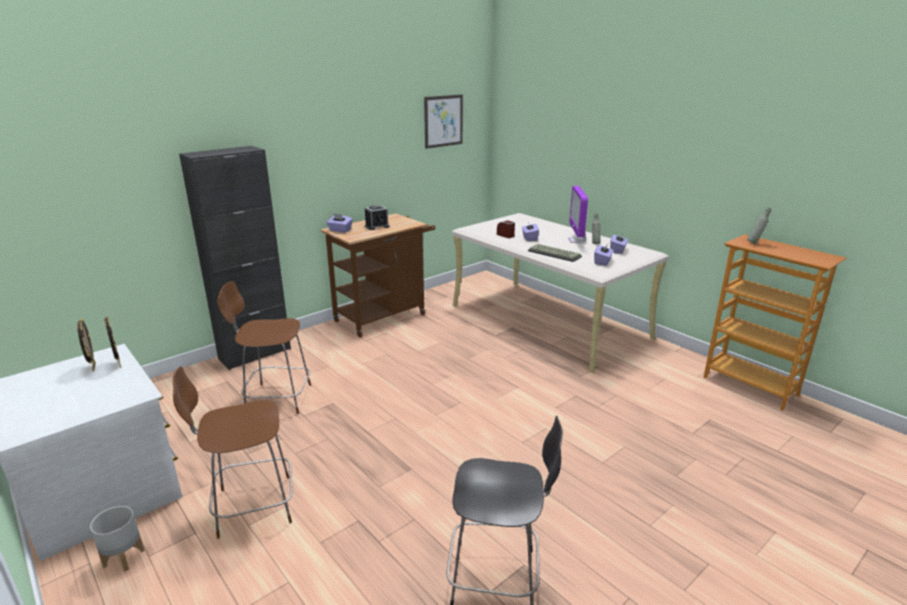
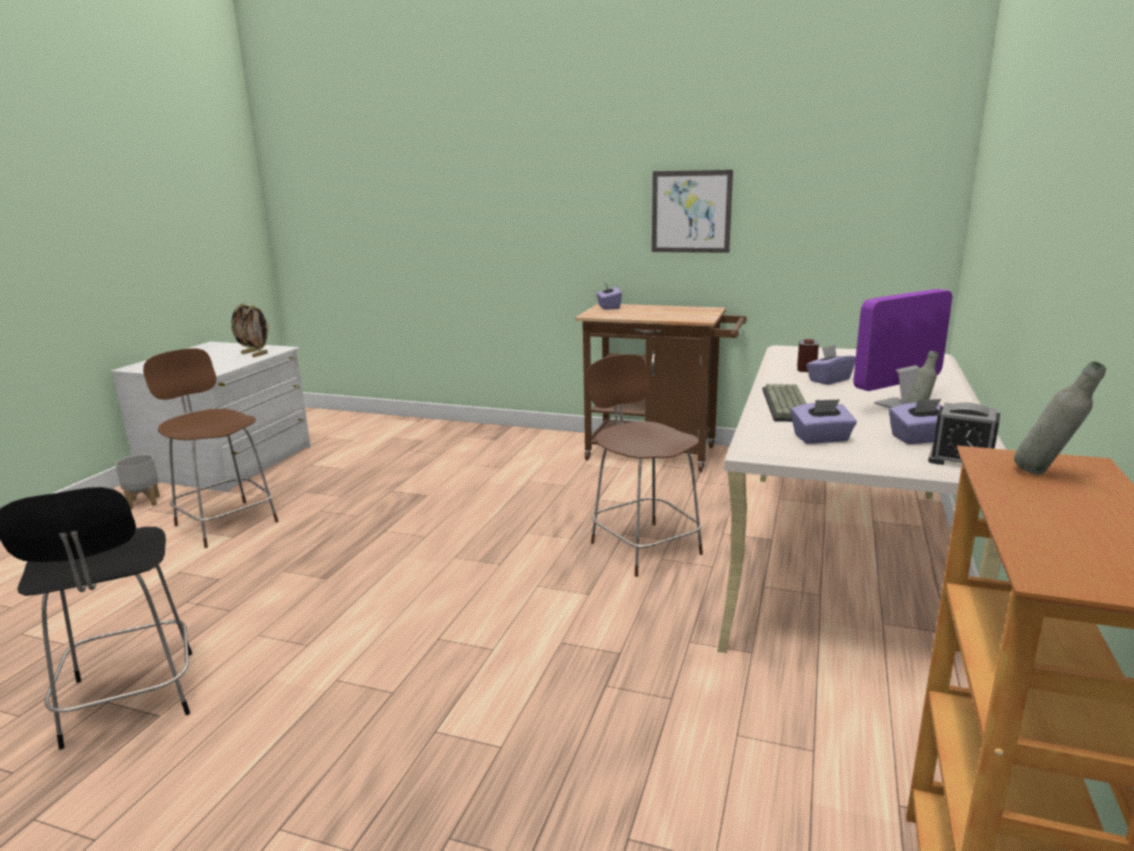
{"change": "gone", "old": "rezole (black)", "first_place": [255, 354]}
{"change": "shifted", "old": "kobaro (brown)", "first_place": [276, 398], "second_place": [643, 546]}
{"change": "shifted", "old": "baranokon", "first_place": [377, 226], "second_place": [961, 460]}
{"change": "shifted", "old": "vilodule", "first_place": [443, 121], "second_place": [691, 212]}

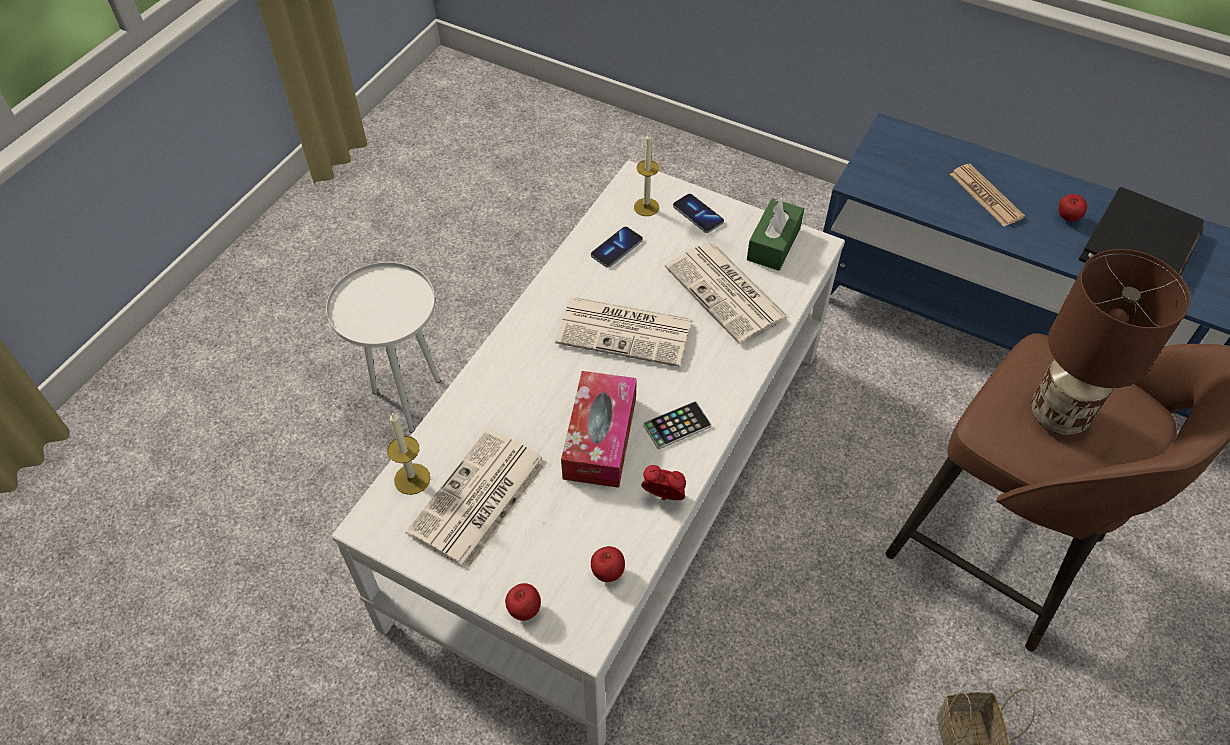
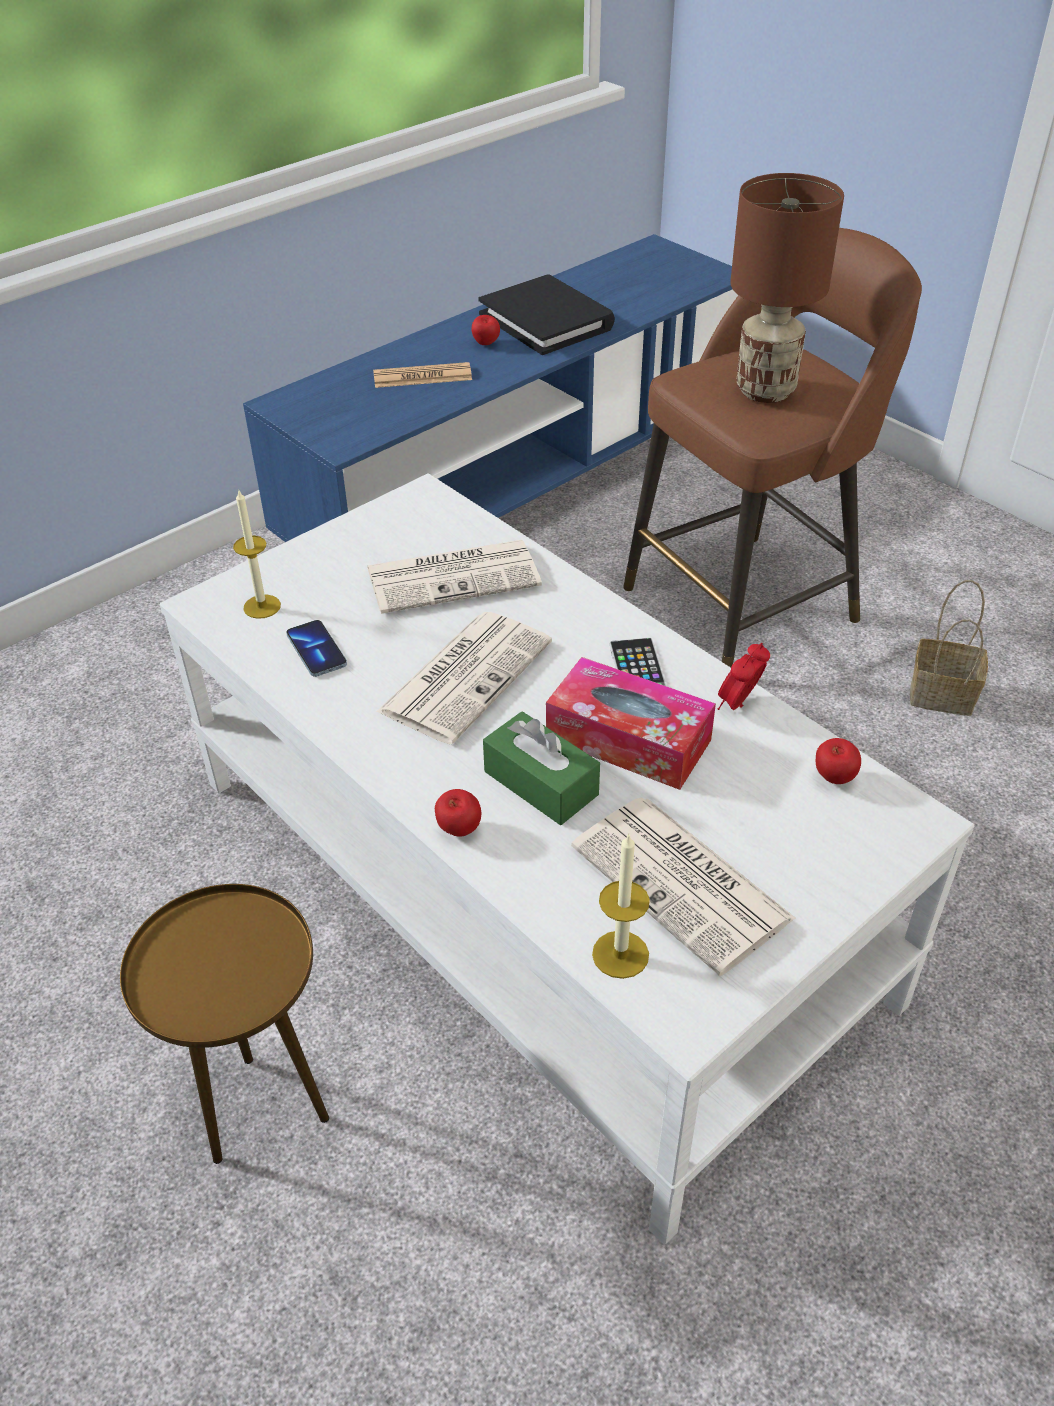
{"change": "repainted", "old": "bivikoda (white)", "new": "bivikoda (brown)", "first_place": [407, 400], "second_place": [263, 1111]}
{"change": "shifted", "old": "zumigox", "first_place": [524, 610], "second_place": [458, 830]}
{"change": "gone", "old": "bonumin", "first_place": [698, 214]}
{"change": "shifted", "old": "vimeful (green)", "first_place": [773, 244], "second_place": [541, 783]}

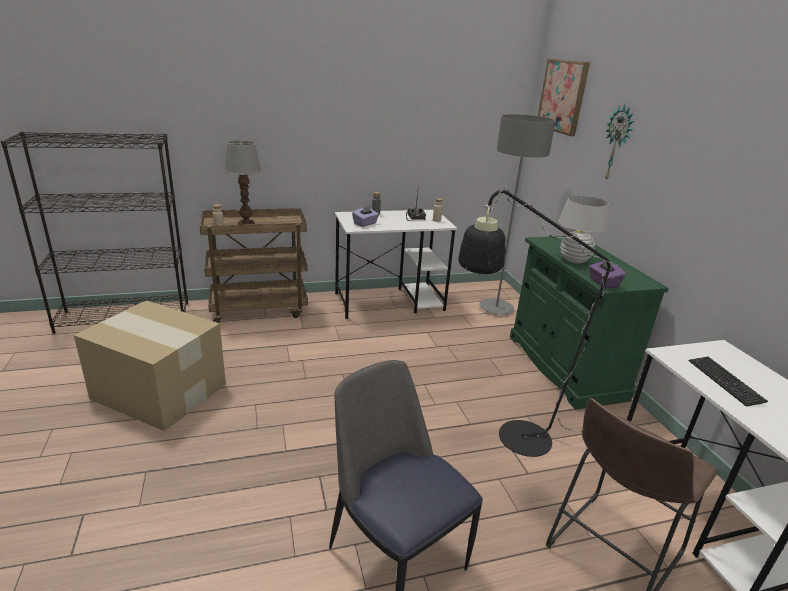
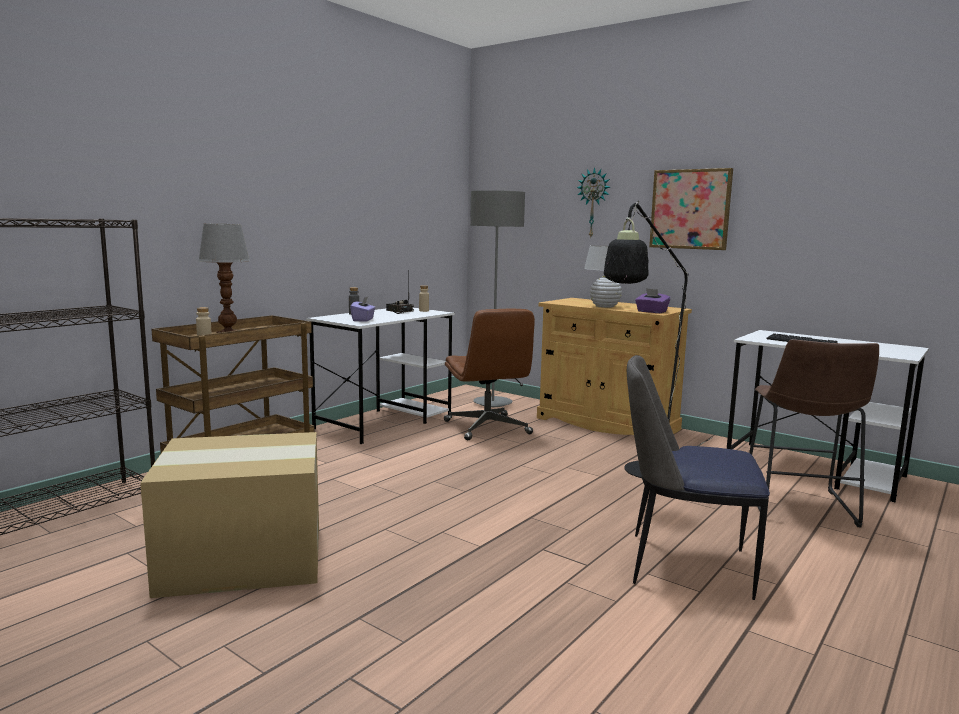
{"change": "repainted", "old": "rezole (green)", "new": "rezole (beige)", "first_place": [564, 366], "second_place": [607, 424]}
{"change": "shifted", "old": "vilodule", "first_place": [563, 96], "second_place": [690, 209]}
{"change": "new", "new": "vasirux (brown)", "second_place": [487, 428]}

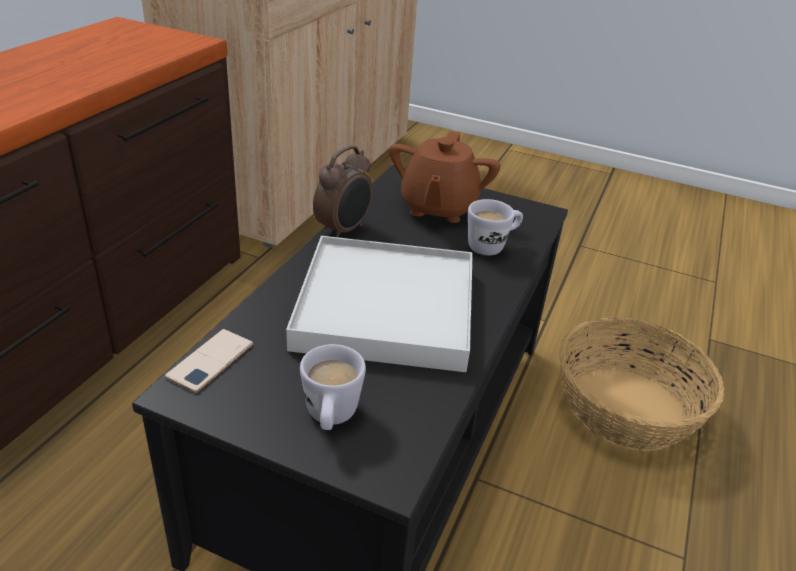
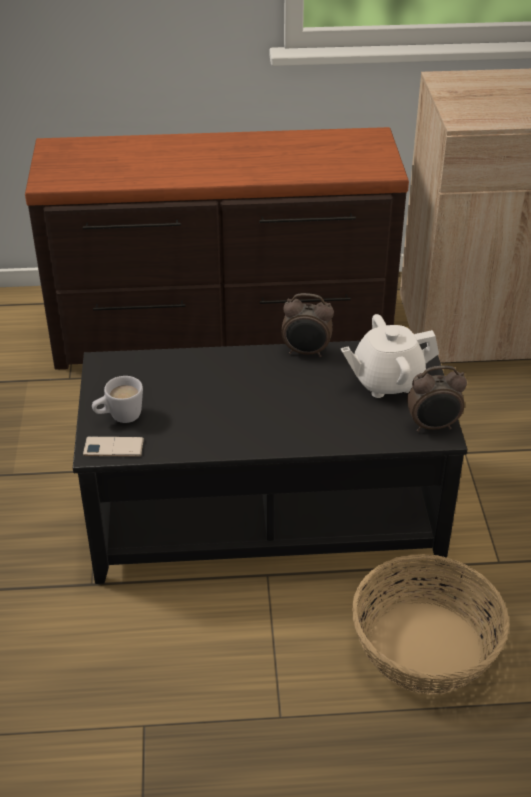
{"change": "shifted", "old": "bonumin", "first_place": [210, 360], "second_place": [113, 447]}
{"change": "gone", "old": "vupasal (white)", "first_place": [385, 308]}
{"change": "repainted", "old": "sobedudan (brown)", "new": "sobedudan (white)", "first_place": [438, 208], "second_place": [386, 381]}
{"change": "gone", "old": "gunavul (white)", "first_place": [492, 246]}
{"change": "new", "new": "baranokon", "second_place": [433, 426]}

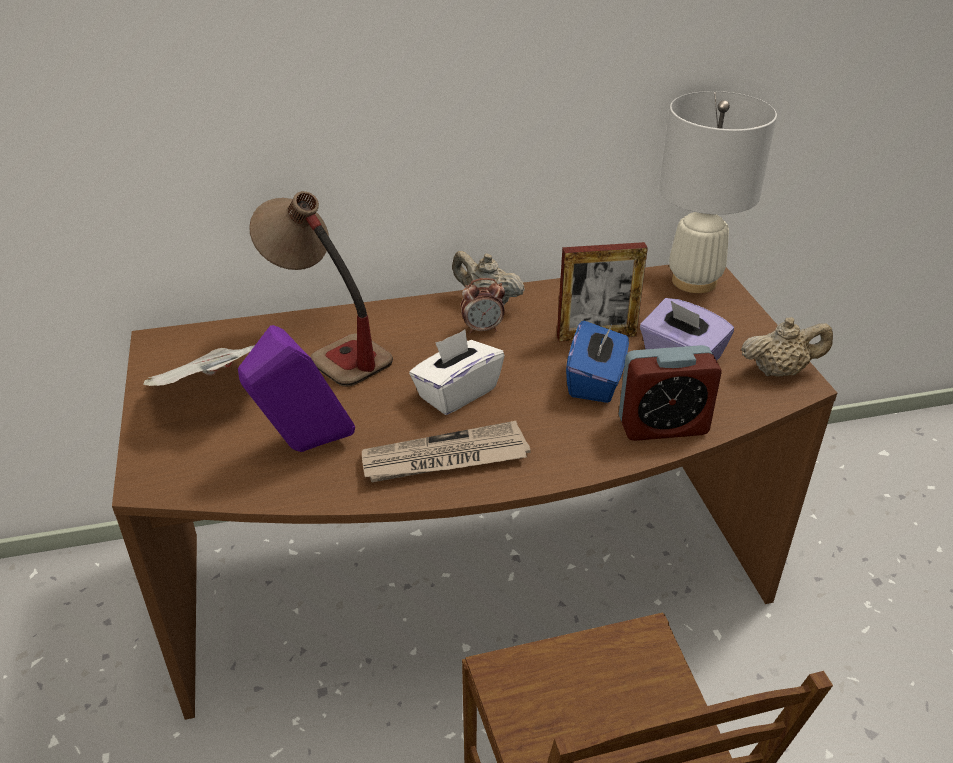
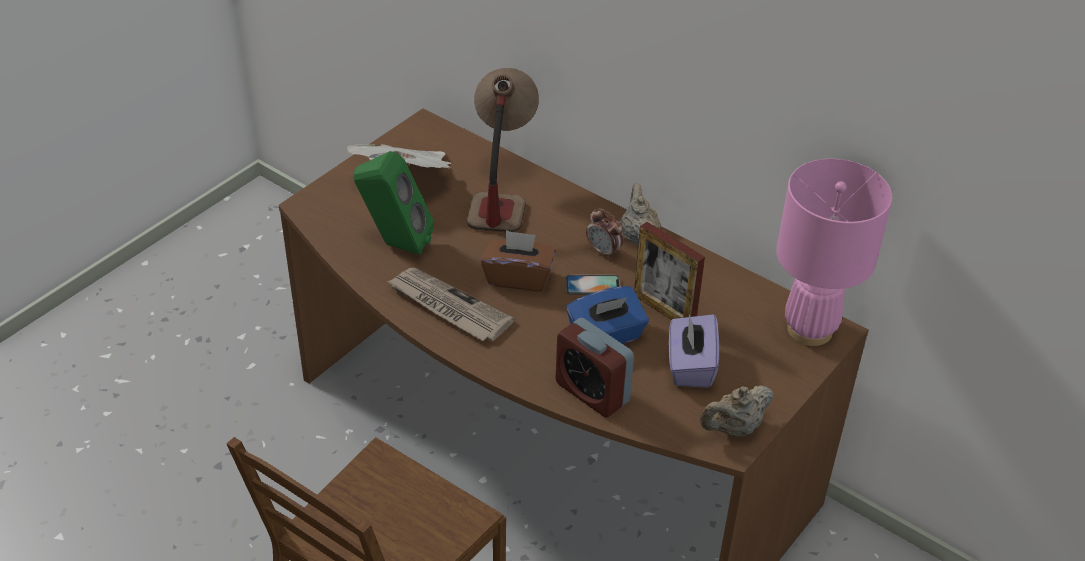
{"change": "repainted", "old": "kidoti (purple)", "new": "kidoti (green)", "first_place": [303, 448], "second_place": [395, 244]}
{"change": "repainted", "old": "vimeful (white)", "new": "vimeful (brown)", "first_place": [456, 393], "second_place": [518, 278]}
{"change": "repainted", "old": "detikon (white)", "new": "detikon (pink)", "first_place": [693, 281], "second_place": [809, 329]}
{"change": "rotated", "old": "sobedudan (beige)", "first_place": [779, 371], "second_place": [734, 428], "degrees": 105}
{"change": "new", "new": "bonumin", "second_place": [592, 285]}

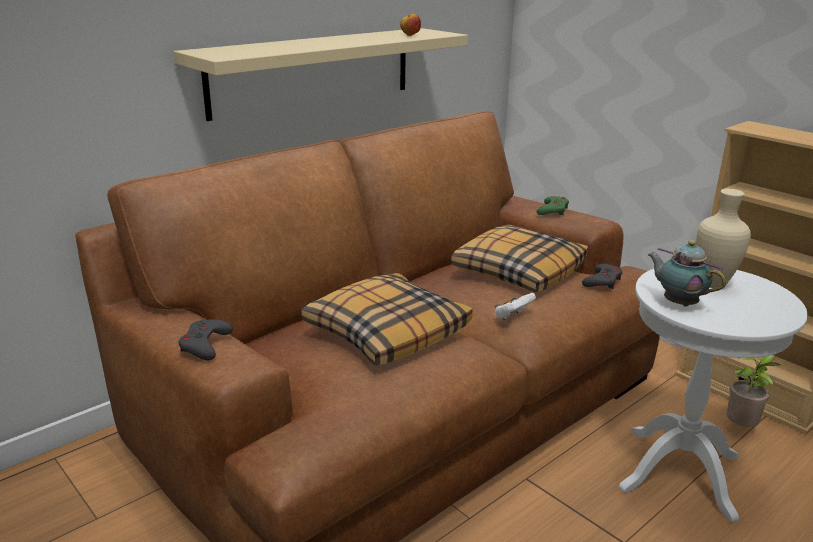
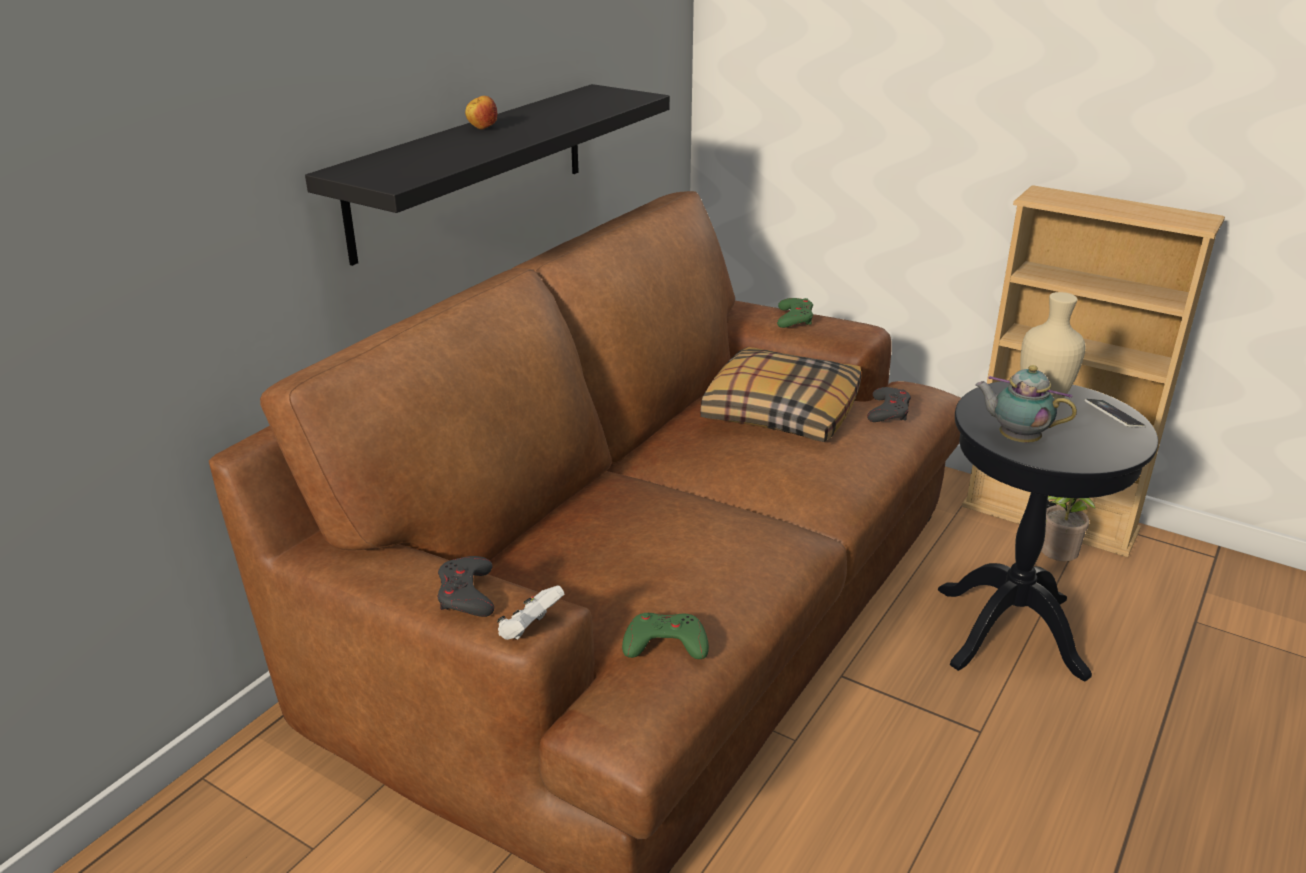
{"change": "repainted", "old": "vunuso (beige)", "new": "vunuso (black)", "first_place": [313, 71], "second_place": [472, 168]}
{"change": "gone", "old": "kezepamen", "first_place": [386, 332]}
{"change": "shifted", "old": "zumigox", "first_place": [410, 35], "second_place": [482, 129]}
{"change": "shifted", "old": "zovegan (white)", "first_place": [512, 316], "second_place": [530, 630]}
{"change": "repainted", "old": "bivikoda (white)", "new": "bivikoda (black)", "first_place": [680, 472], "second_place": [1010, 631]}
{"change": "new", "new": "zovegan (green)", "second_place": [665, 643]}
{"change": "new", "new": "bonumin", "second_place": [1113, 417]}

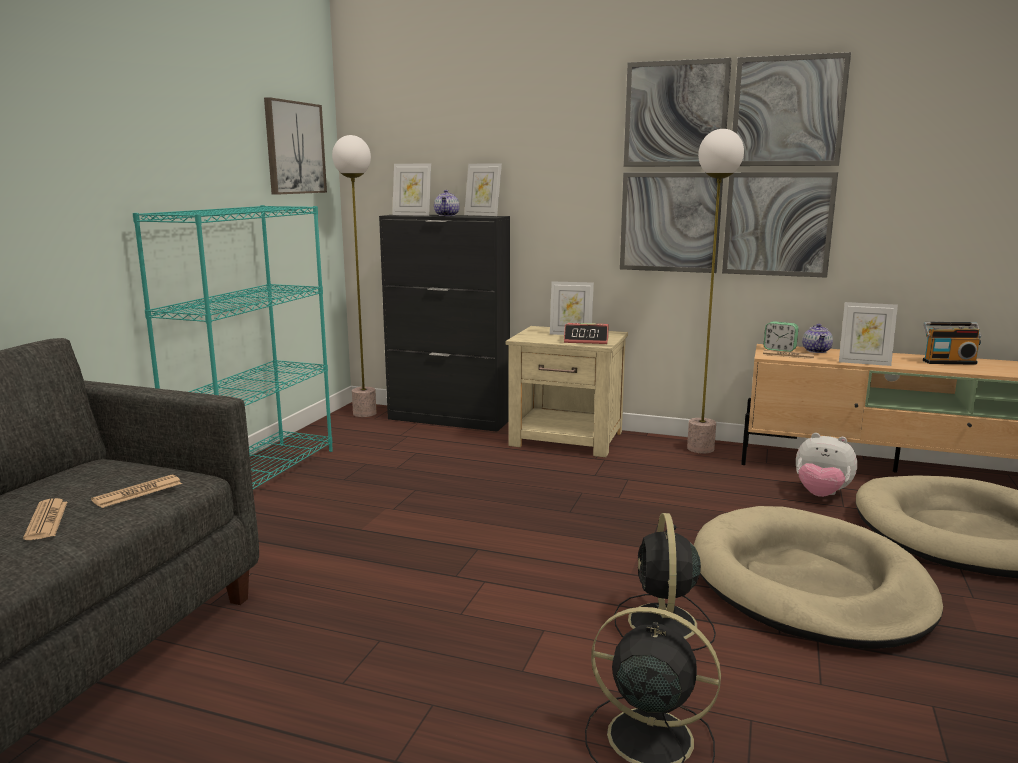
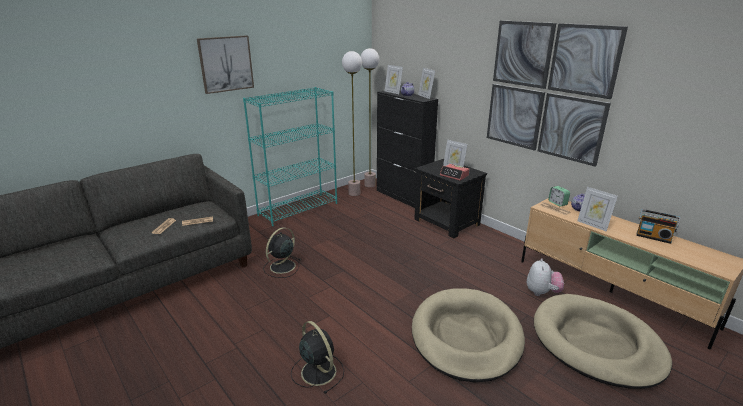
{"change": "shifted", "old": "vilodule", "first_place": [294, 148], "second_place": [226, 64]}
{"change": "repainted", "old": "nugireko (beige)", "new": "nugireko (black)", "first_place": [567, 439], "second_place": [447, 222]}
{"change": "shifted", "old": "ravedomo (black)", "first_place": [662, 624], "second_place": [281, 267]}
{"change": "shifted", "old": "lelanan", "first_place": [701, 448], "second_place": [354, 193]}
{"change": "rotated", "old": "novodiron", "first_place": [821, 495], "second_place": [542, 292], "degrees": -135}

